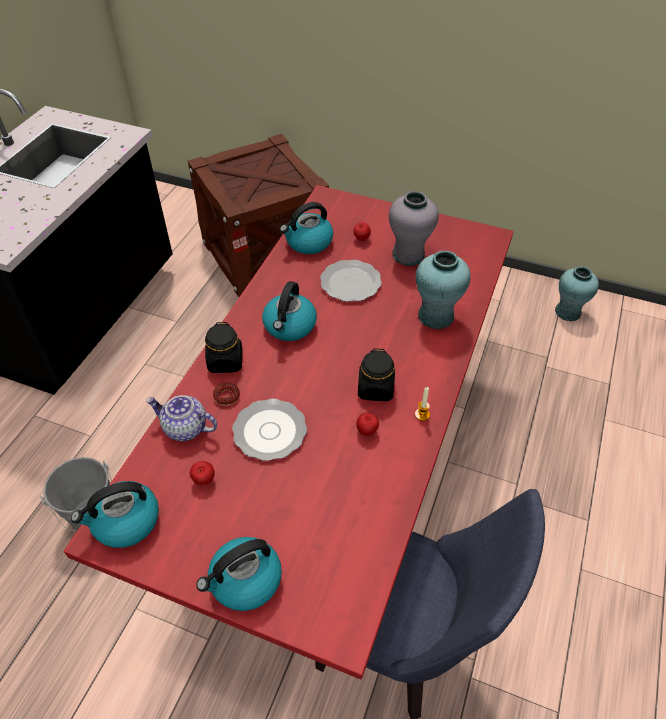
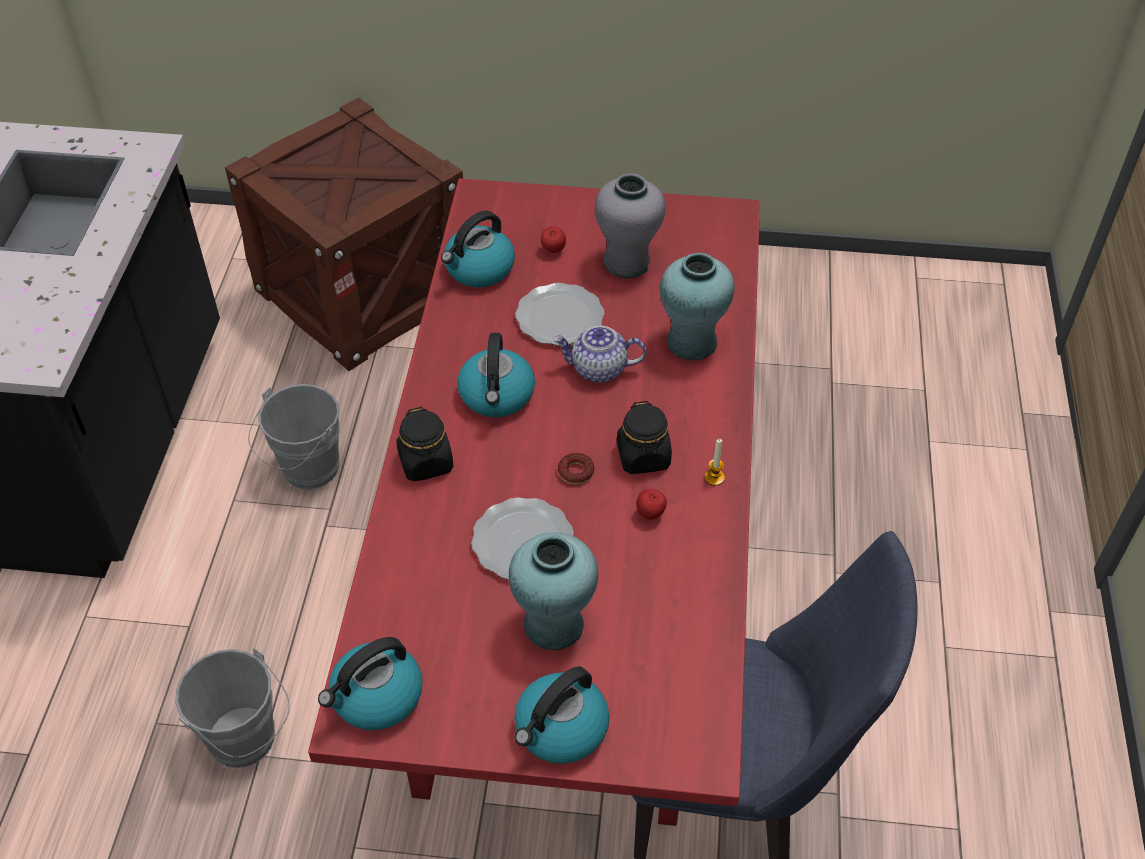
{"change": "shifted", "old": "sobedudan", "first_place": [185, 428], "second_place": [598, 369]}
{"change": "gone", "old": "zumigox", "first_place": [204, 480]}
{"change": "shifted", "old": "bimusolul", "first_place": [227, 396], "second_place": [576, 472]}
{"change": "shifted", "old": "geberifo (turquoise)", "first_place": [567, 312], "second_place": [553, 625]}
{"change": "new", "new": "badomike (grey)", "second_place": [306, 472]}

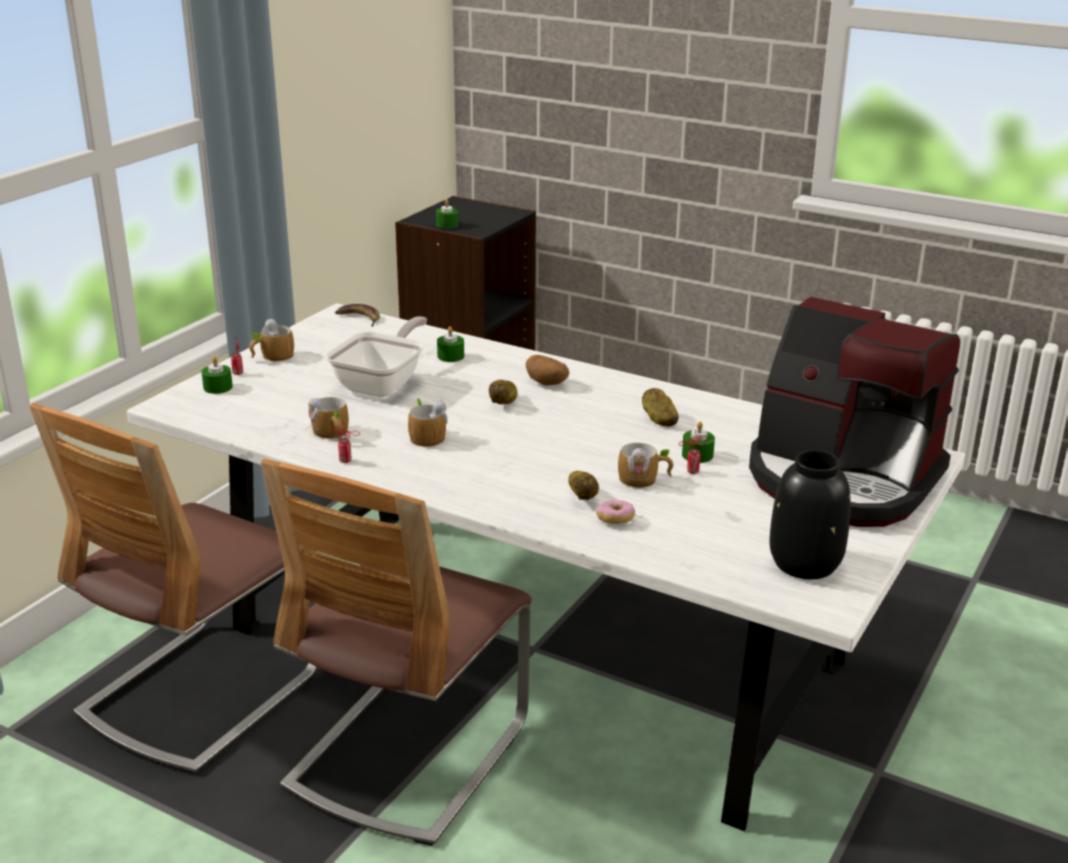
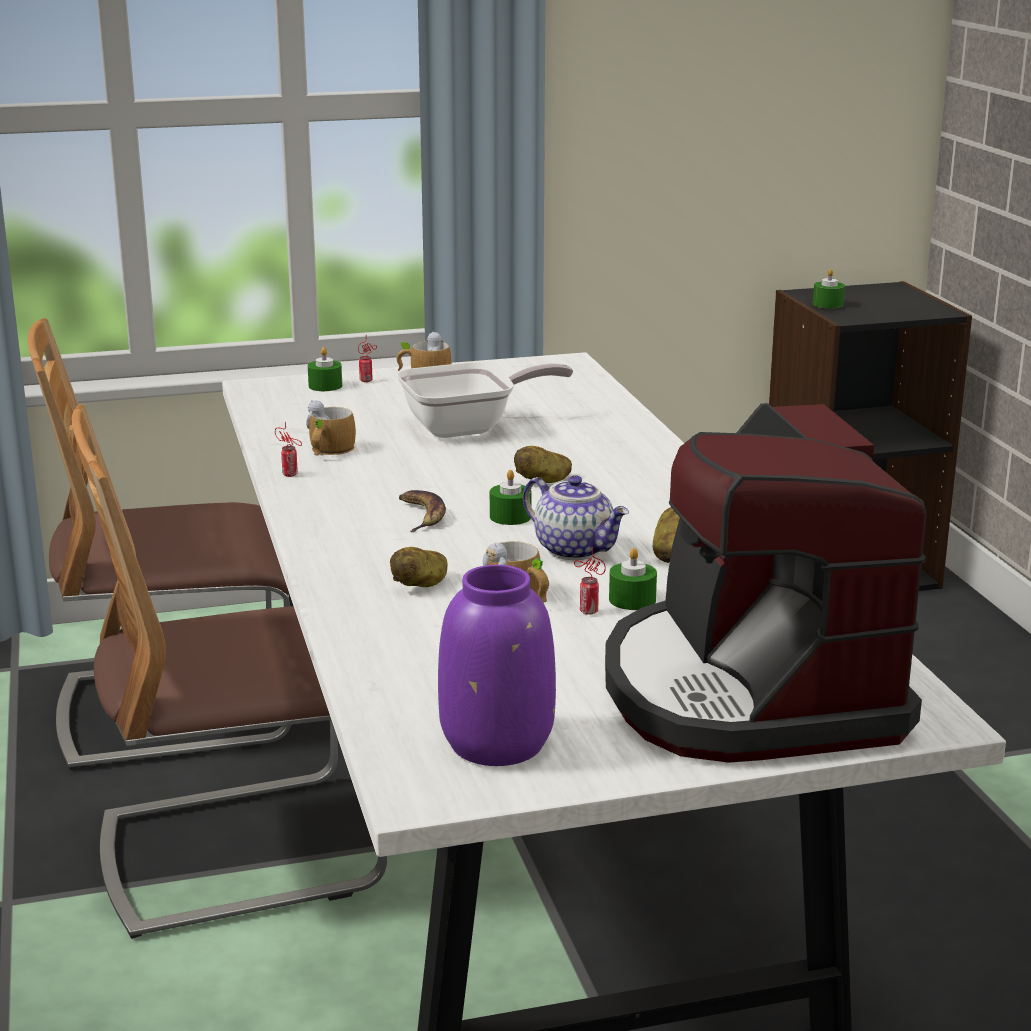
{"change": "shifted", "old": "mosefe", "first_place": [359, 318], "second_place": [421, 515]}
{"change": "gone", "old": "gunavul", "first_place": [426, 436]}
{"change": "shifted", "old": "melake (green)", "first_place": [450, 356], "second_place": [510, 516]}
{"change": "gone", "old": "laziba", "first_place": [547, 383]}
{"change": "gone", "old": "bimusolul", "first_place": [615, 519]}
{"change": "repainted", "old": "geberifo (black)", "new": "geberifo (purple)", "first_place": [805, 564], "second_place": [495, 744]}
{"change": "new", "new": "sobedudan", "second_place": [576, 549]}

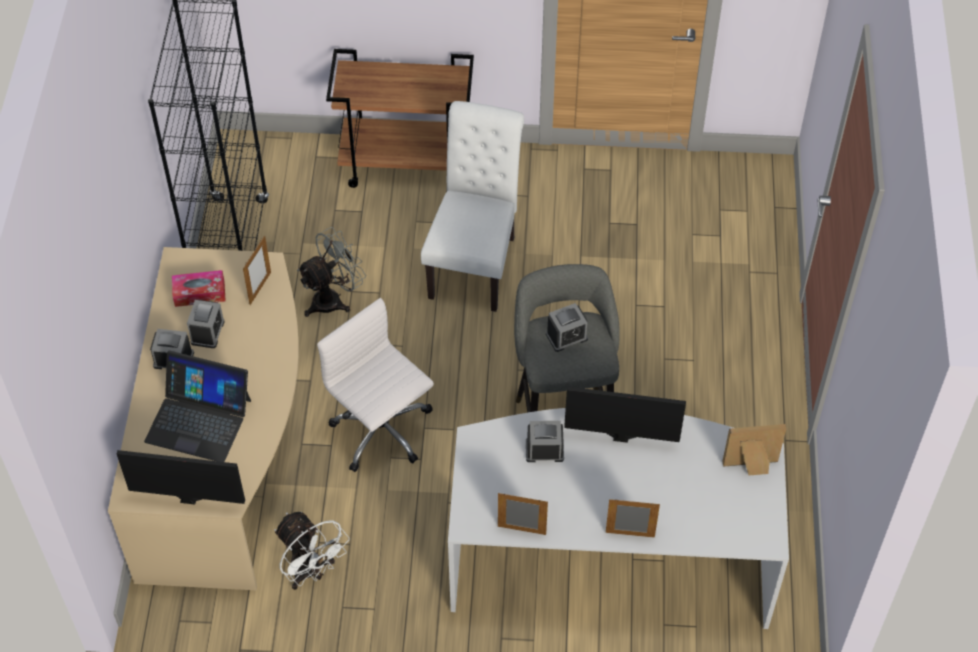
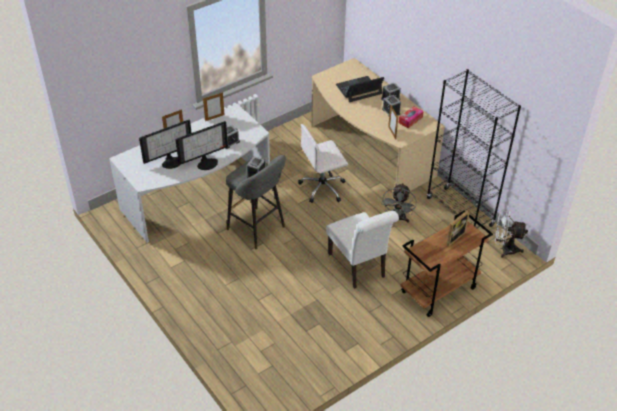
{"change": "shifted", "old": "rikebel", "first_place": [190, 491], "second_place": [171, 161]}
{"change": "shifted", "old": "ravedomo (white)", "first_place": [311, 572], "second_place": [504, 249]}
{"change": "rotated", "old": "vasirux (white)", "first_place": [382, 432], "second_place": [323, 187], "degrees": 150}
{"change": "shifted", "old": "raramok", "first_place": [751, 467], "second_place": [453, 237]}

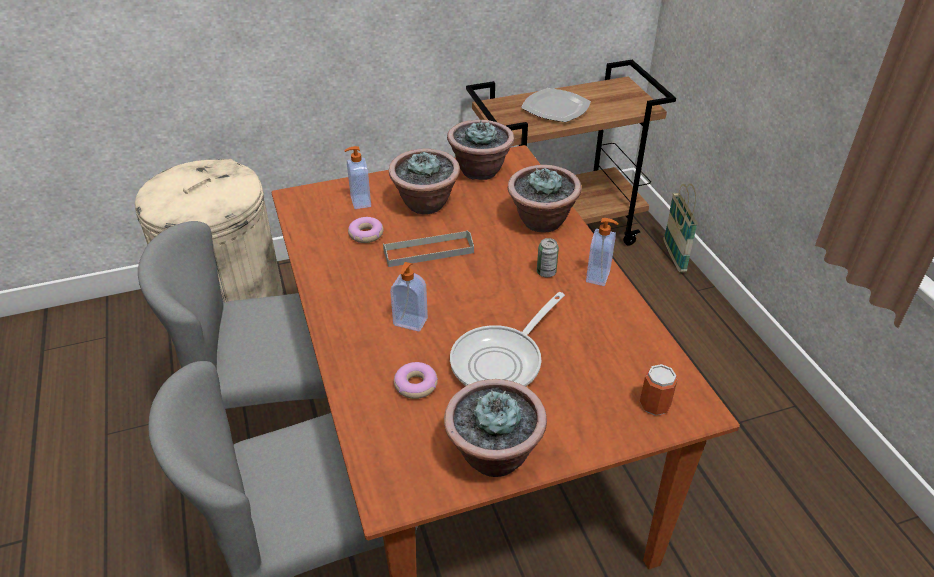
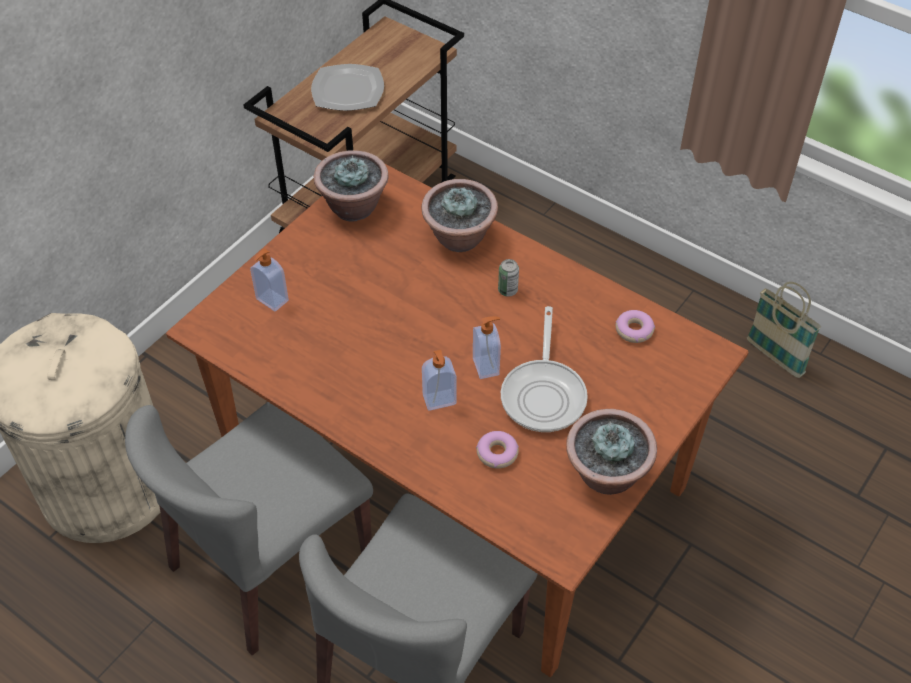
{"change": "shifted", "old": "bimusolul", "first_place": [366, 234], "second_place": [634, 330]}
{"change": "gone", "old": "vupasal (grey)", "first_place": [428, 251]}
{"change": "gone", "old": "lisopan", "first_place": [426, 204]}
{"change": "shifted", "old": "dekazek", "first_place": [599, 276], "second_place": [487, 366]}
{"change": "gone", "old": "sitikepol", "first_place": [654, 405]}
{"change": "shifted", "old": "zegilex", "first_place": [674, 256], "second_place": [774, 357]}

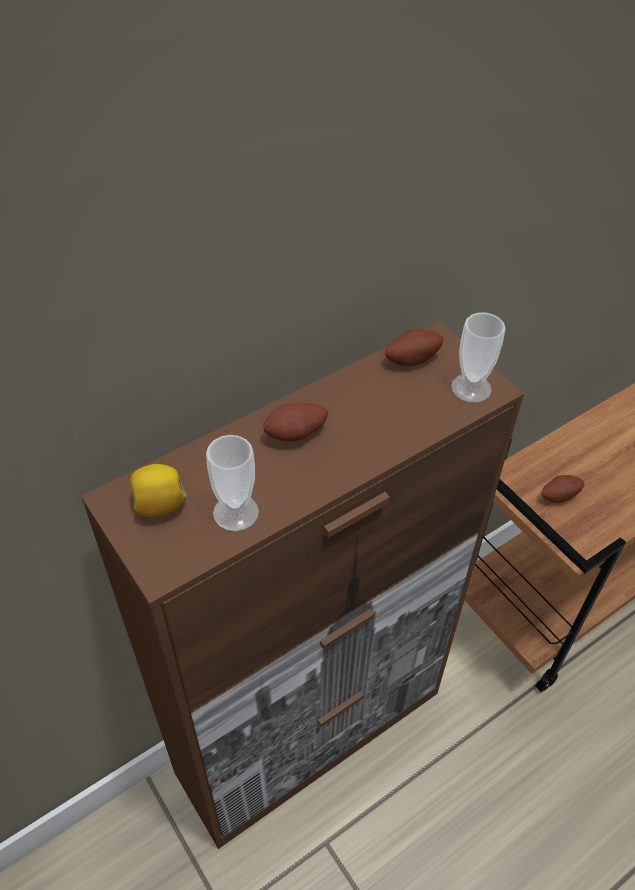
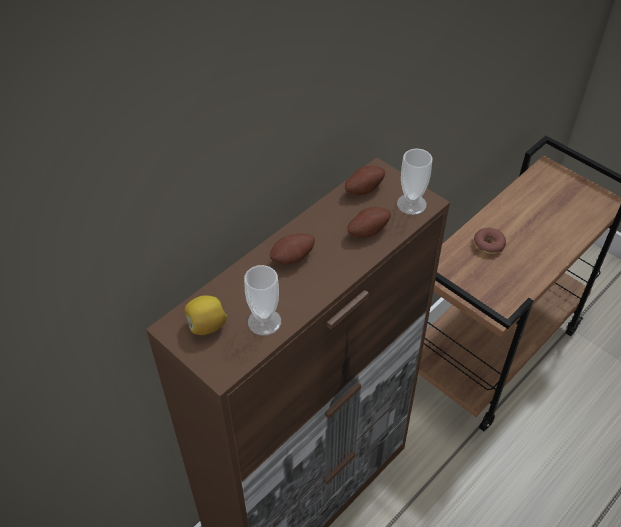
{"change": "shifted", "old": "laziba", "first_place": [559, 495], "second_place": [367, 230]}
{"change": "new", "new": "bimusolul", "second_place": [488, 244]}

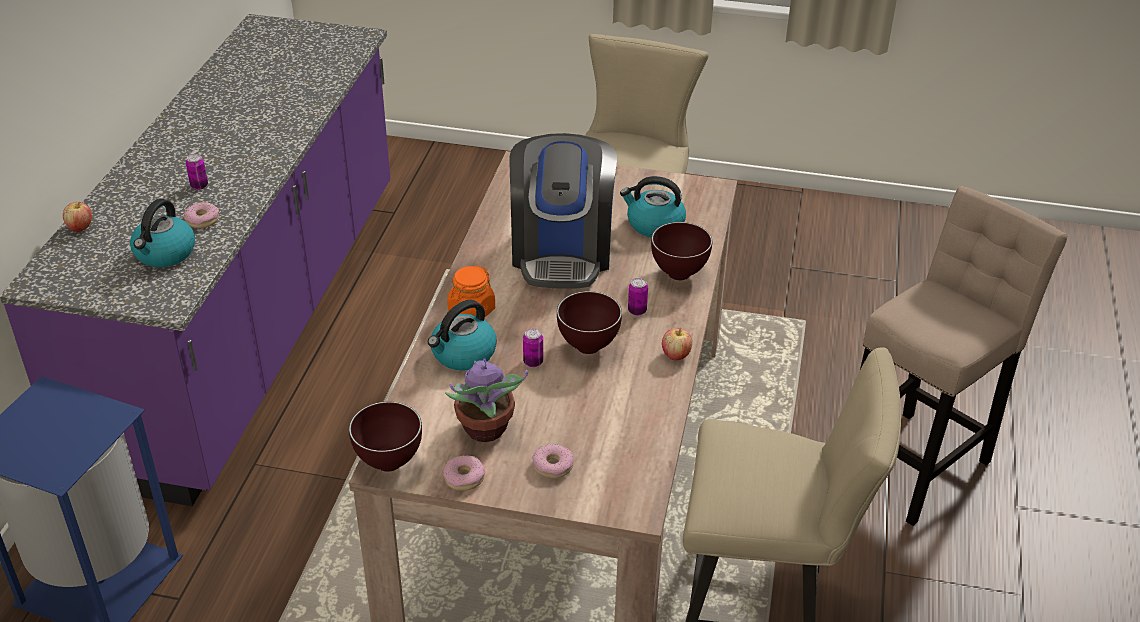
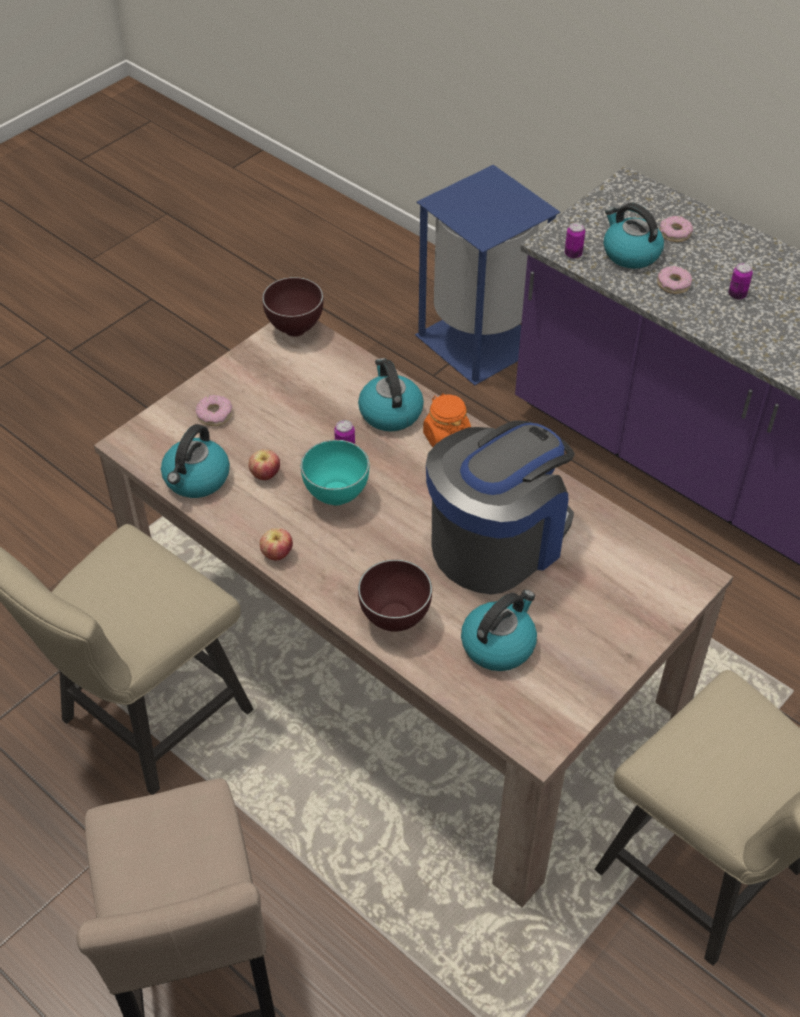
{"change": "shifted", "old": "zumigox", "first_place": [80, 228], "second_place": [265, 475]}
{"change": "shifted", "old": "bimusolul", "first_place": [464, 478], "second_place": [674, 233]}
{"change": "gone", "old": "lisopan", "first_place": [485, 430]}
{"change": "rotated", "old": "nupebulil", "first_place": [562, 252], "second_place": [497, 541], "degrees": 105}
{"change": "repainted", "old": "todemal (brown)", "new": "todemal (turquoise)", "first_place": [589, 346], "second_place": [337, 498]}
{"change": "shifted", "old": "sitikepol", "first_place": [637, 311], "second_place": [573, 254]}
{"change": "new", "new": "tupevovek", "second_place": [196, 479]}

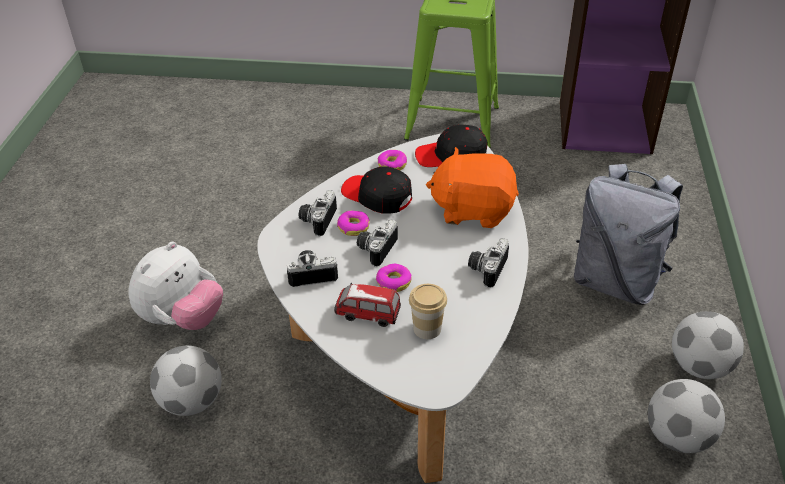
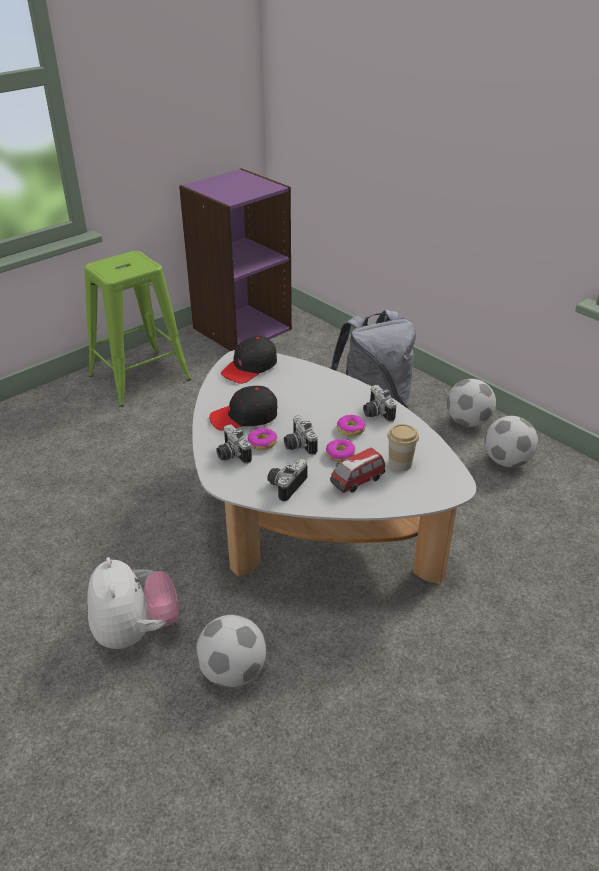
{"change": "shifted", "old": "bimusolul", "first_place": [392, 165], "second_place": [351, 429]}
{"change": "gone", "old": "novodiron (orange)", "first_place": [473, 209]}

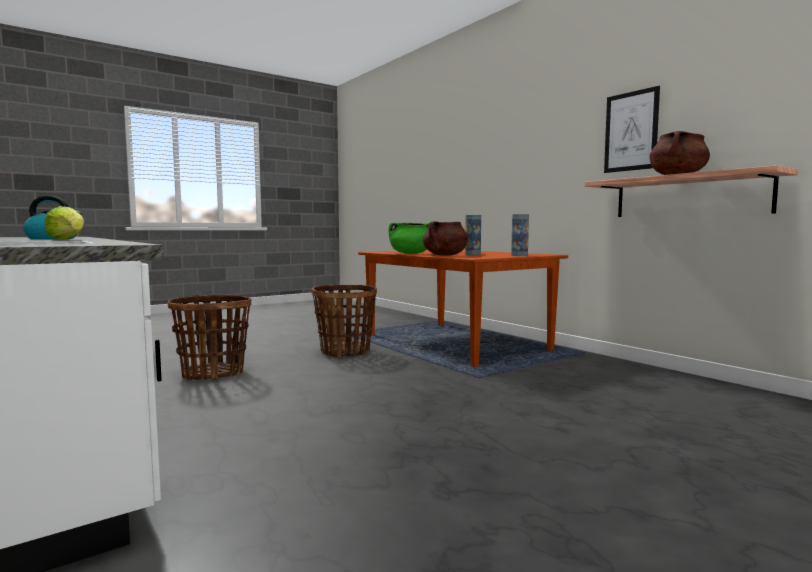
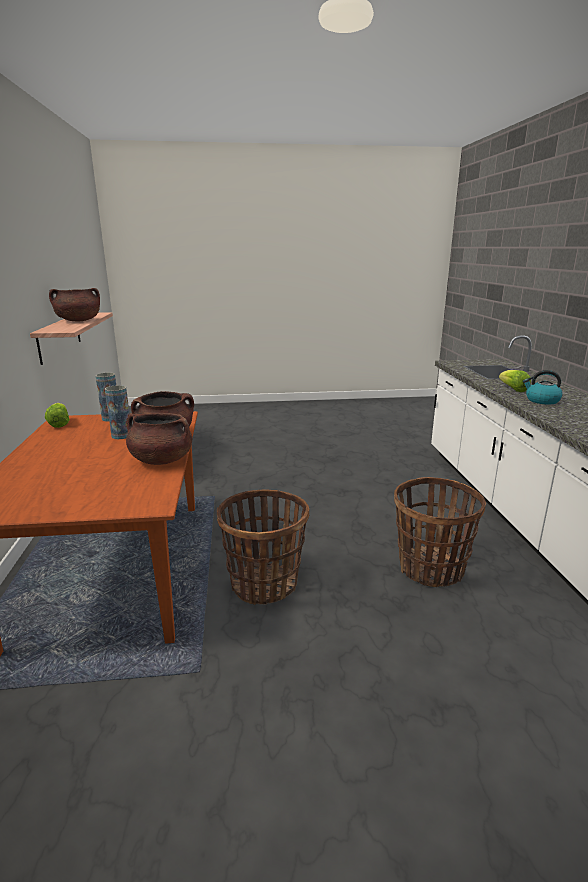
{"change": "repainted", "old": "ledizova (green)", "new": "ledizova (brown)", "first_place": [410, 253], "second_place": [161, 460]}
{"change": "gone", "old": "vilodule", "first_place": [631, 131]}
{"change": "new", "new": "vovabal", "second_place": [59, 424]}

